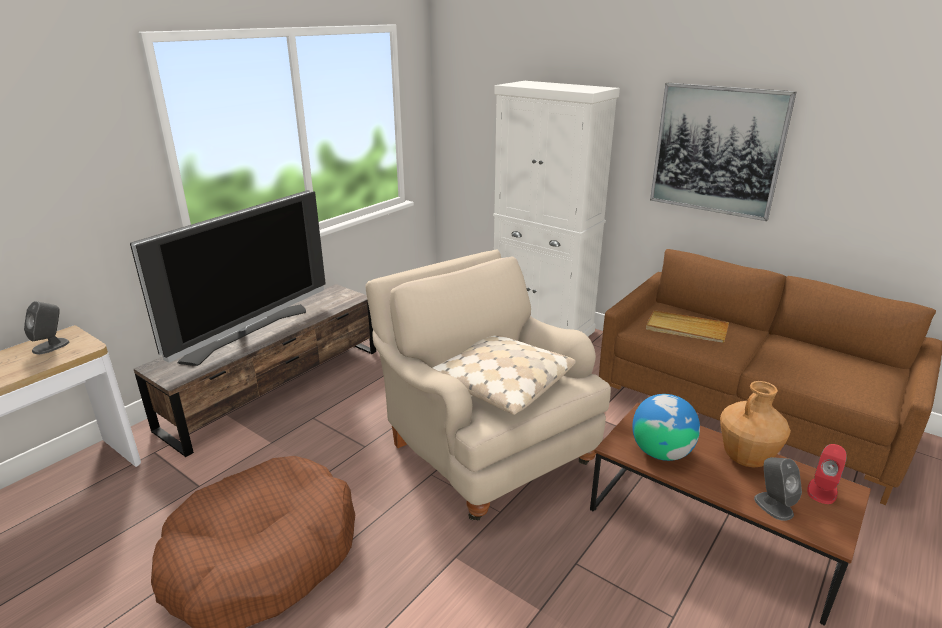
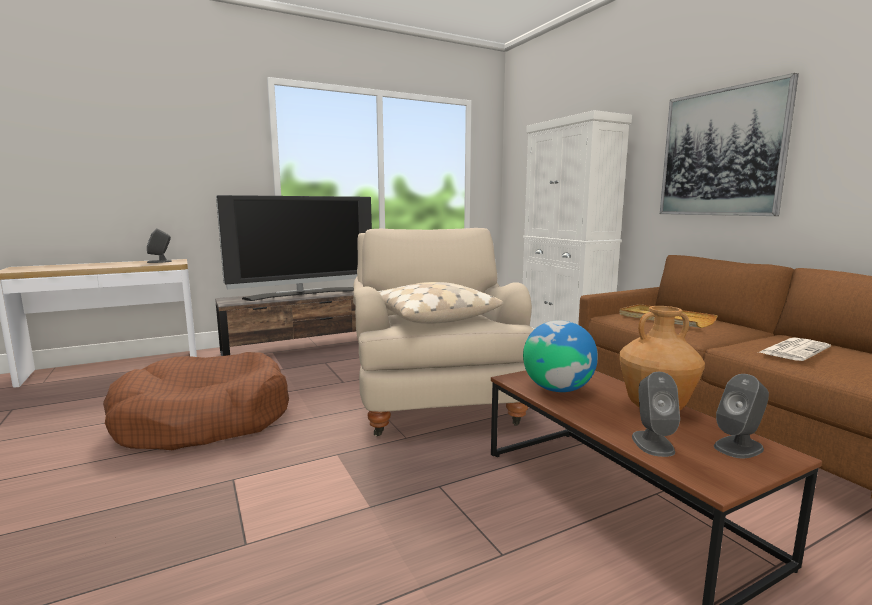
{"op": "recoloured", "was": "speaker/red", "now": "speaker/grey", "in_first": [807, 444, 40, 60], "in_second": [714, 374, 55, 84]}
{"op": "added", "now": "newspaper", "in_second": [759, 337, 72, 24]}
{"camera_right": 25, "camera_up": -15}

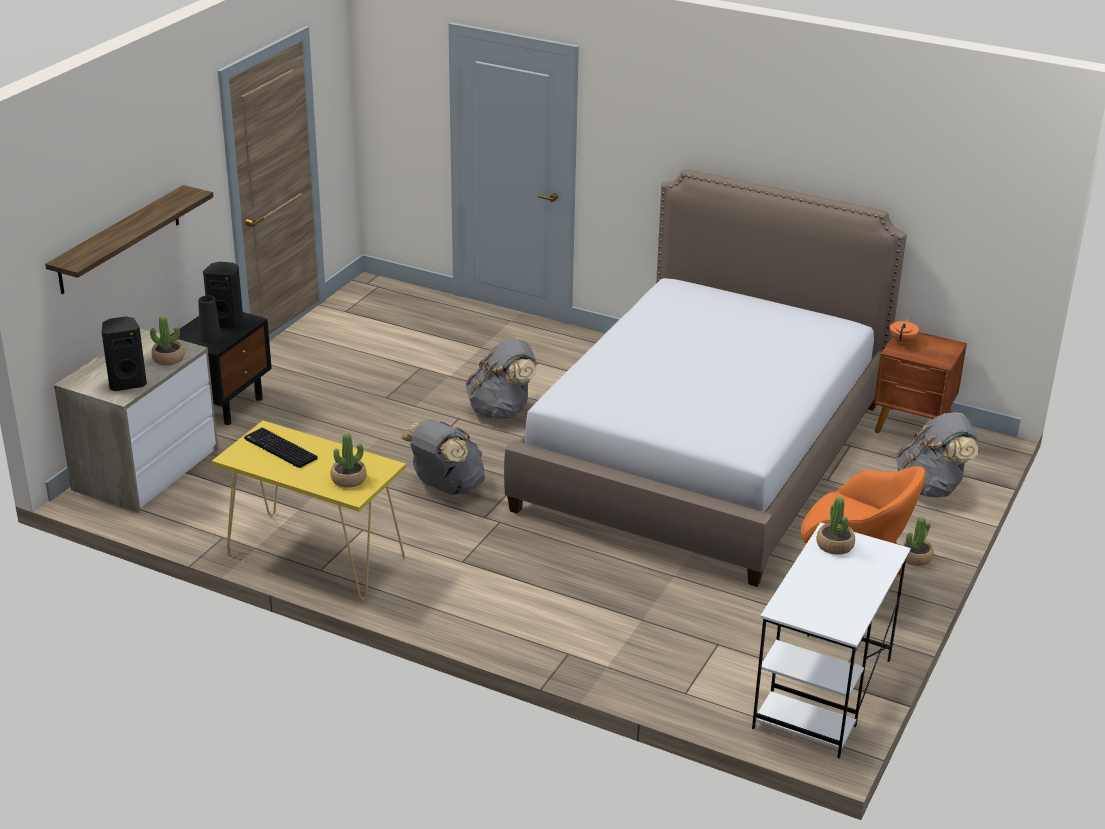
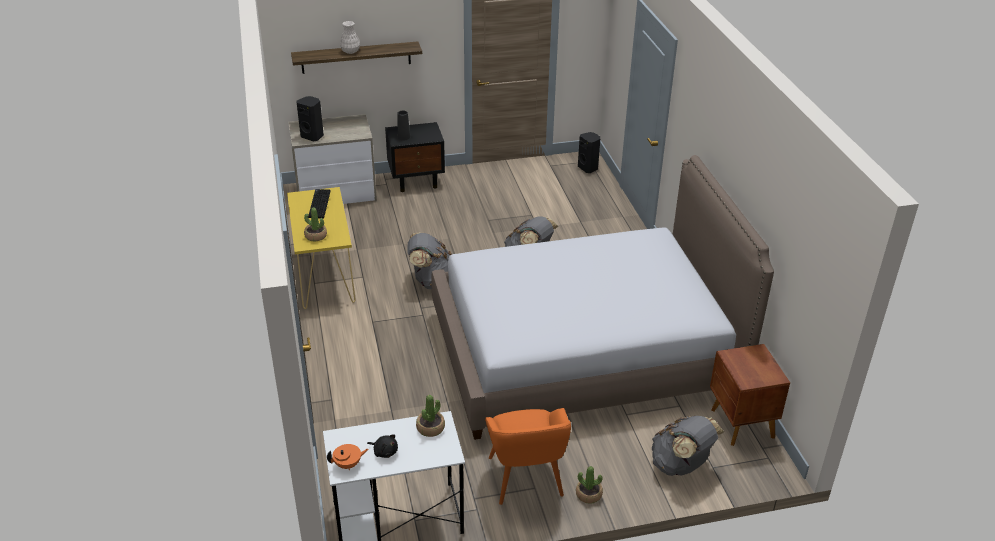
{"op": "moved", "was": "speaker/black", "in_first": [203, 262, 40, 66], "in_second": [578, 132, 22, 41]}
{"op": "removed", "was": "potted plant", "in_first": [150, 316, 35, 49]}
{"op": "moved", "was": "teapot/orange", "in_first": [890, 318, 29, 27], "in_second": [327, 444, 42, 26]}
{"op": "added", "now": "vase/white", "in_second": [340, 21, 20, 33]}
{"op": "added", "now": "plush toy/black", "in_second": [367, 434, 31, 24]}
{"camera_right": 50, "camera_up": 5}

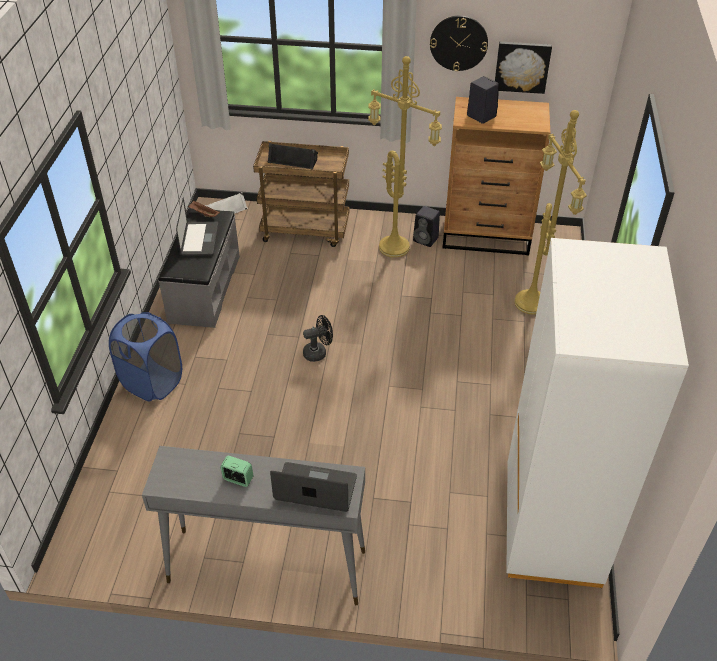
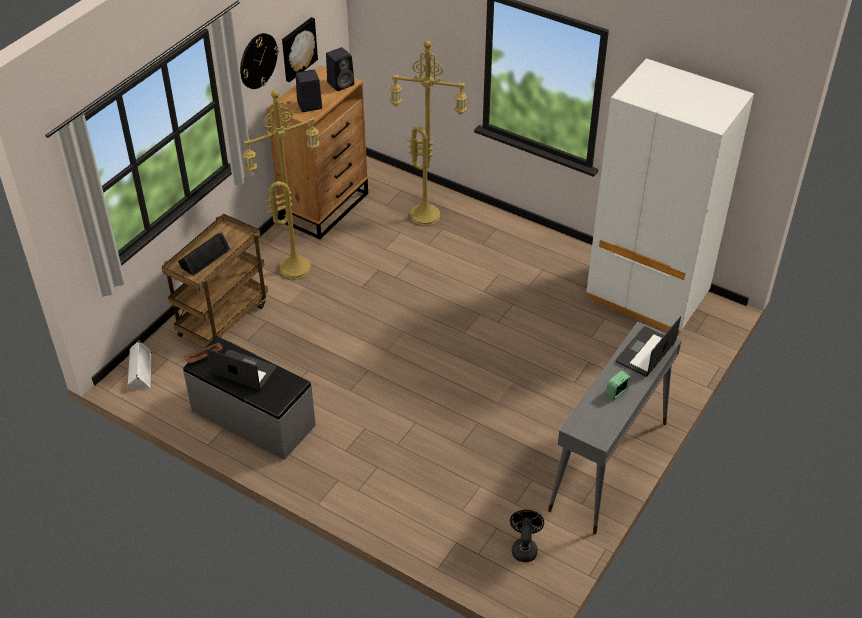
{"op": "moved", "was": "speaker/black", "in_first": [413, 206, 27, 41], "in_second": [326, 47, 28, 44]}
{"op": "removed", "was": "laundry basket/blue", "in_first": [109, 312, 73, 90]}
{"op": "moved", "was": "fan/black", "in_first": [303, 315, 30, 47], "in_second": [510, 510, 34, 52]}
{"camera_right": -65, "camera_up": 0}

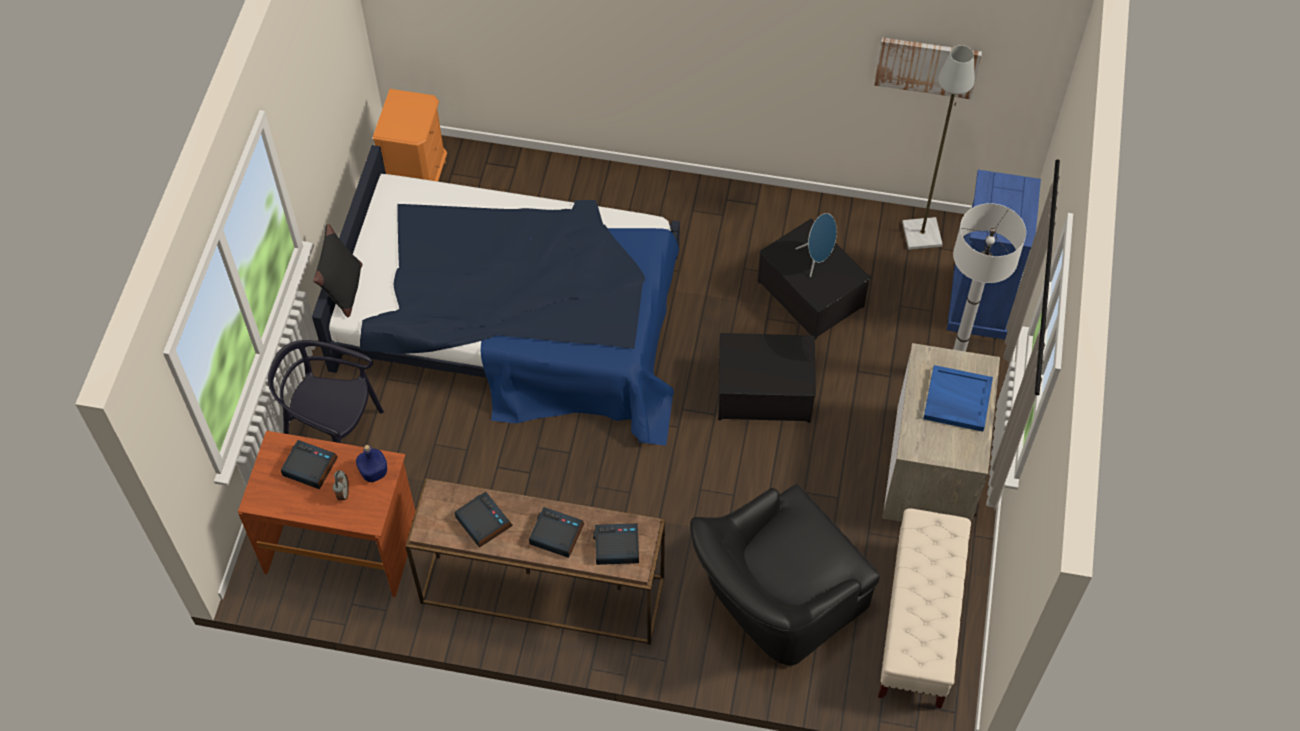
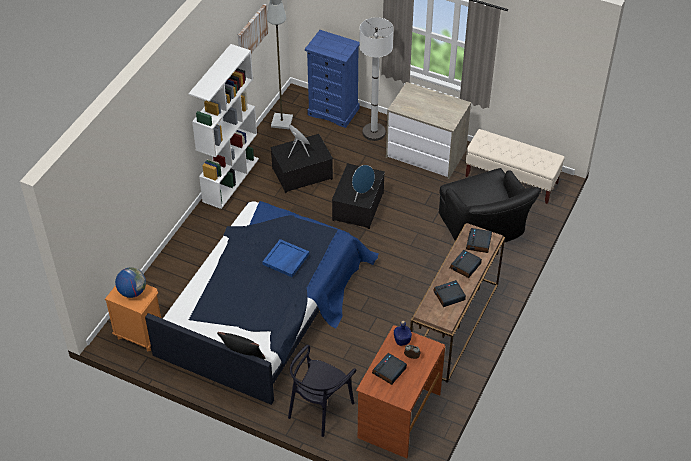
{"op": "moved", "was": "tray/blue", "in_first": [923, 365, 70, 67], "in_second": [262, 239, 47, 38]}
{"op": "added", "now": "bookcase/white", "in_second": [189, 44, 70, 165]}
{"op": "added", "now": "speaker/blue", "in_second": [352, 165, 23, 37]}
{"op": "added", "now": "globe", "in_second": [115, 267, 31, 31]}
{"camera_right": -75, "camera_up": -10}

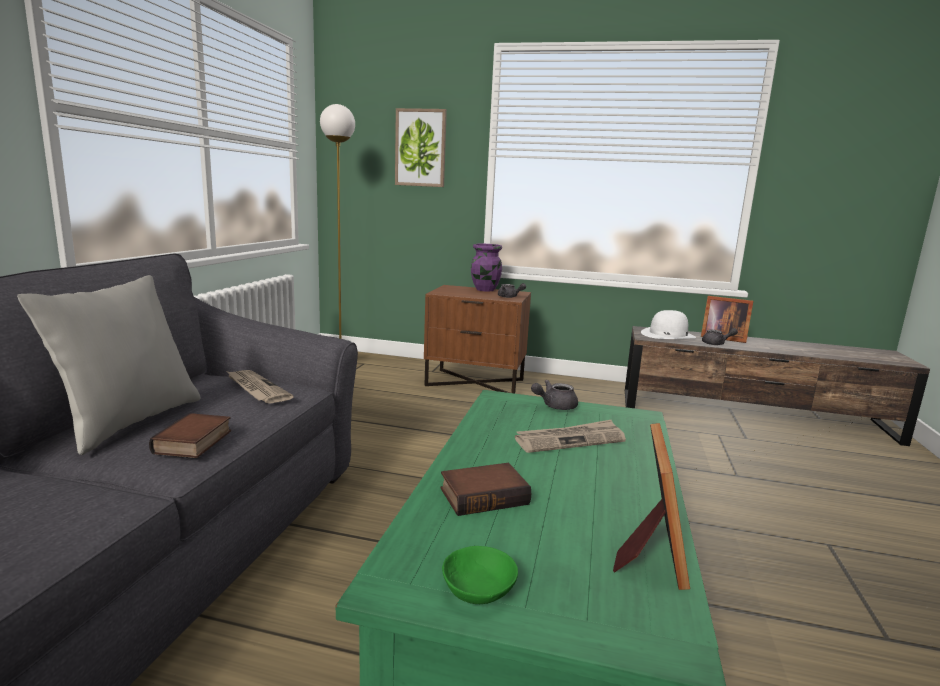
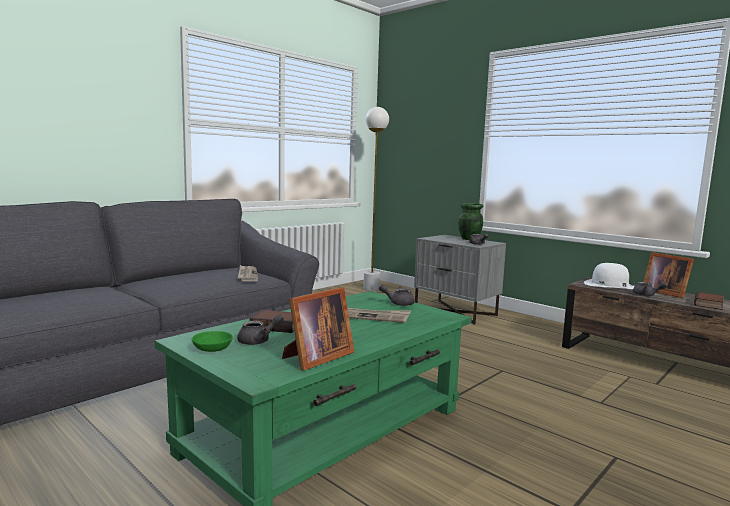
{"op": "removed", "was": "picture", "in_first": [395, 108, 52, 79]}
{"op": "recoloured", "was": "vase/purple", "now": "vase/green", "in_first": [471, 244, 31, 47], "in_second": [458, 203, 26, 37]}
{"op": "removed", "was": "pillow/grey", "in_first": [17, 275, 183, 180]}
{"op": "recoloured", "was": "nightstand/brown", "now": "nightstand/grey", "in_first": [424, 285, 107, 108], "in_second": [414, 235, 92, 90]}
{"op": "moved", "was": "book", "in_first": [149, 413, 82, 45], "in_second": [694, 292, 30, 18]}
{"op": "added", "now": "teapot/grey", "in_second": [237, 314, 47, 31]}
{"camera_right": 30, "camera_up": -5}

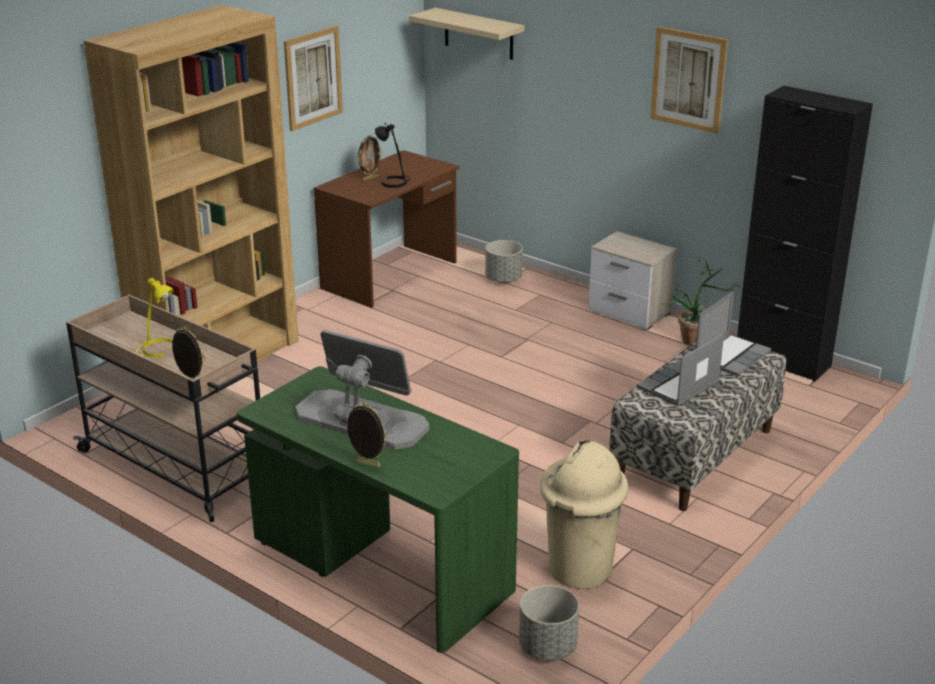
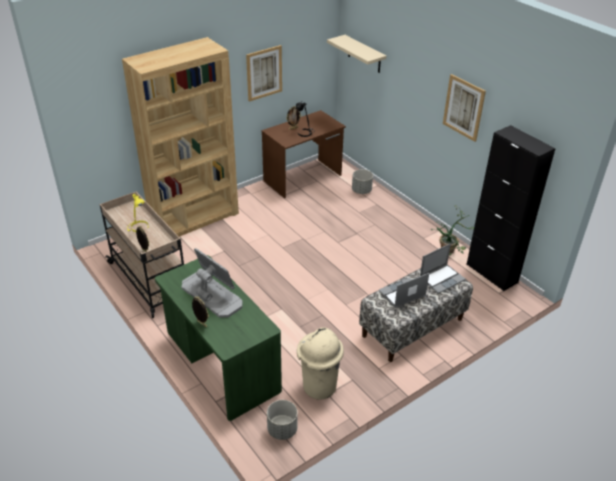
{"op": "removed", "was": "nightstand", "in_first": [588, 231, 89, 99]}
{"camera_right": 15, "camera_up": 10}

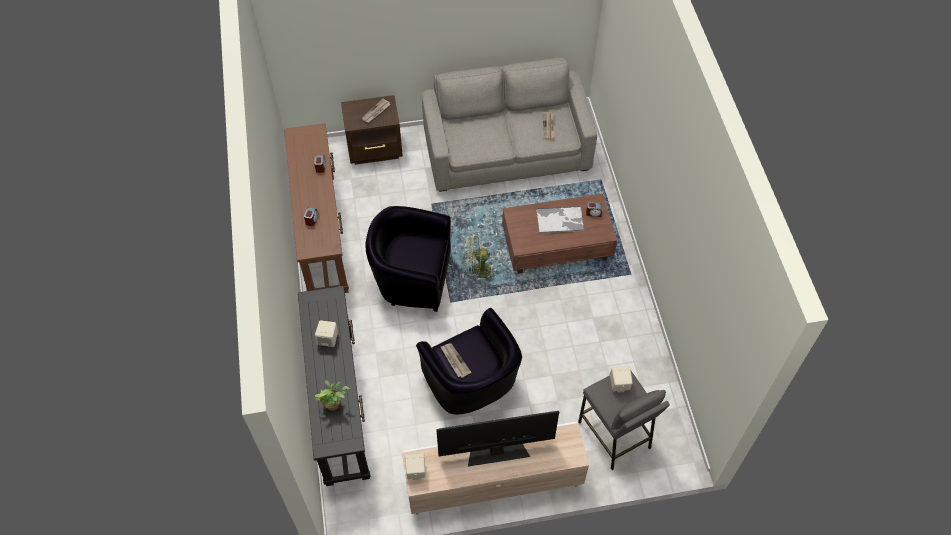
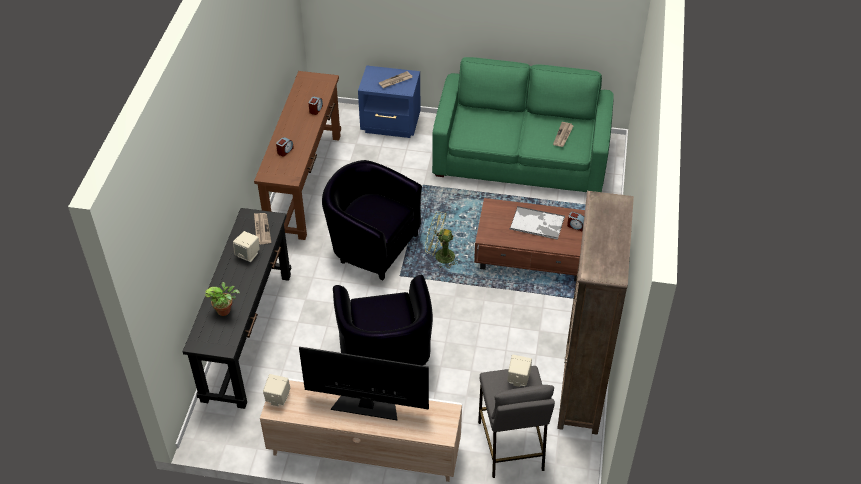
{"op": "recoloured", "was": "sofa/grey", "now": "sofa/green", "in_first": [422, 58, 175, 134], "in_second": [432, 57, 182, 135]}
{"op": "recoloured", "was": "nightstand/brown", "now": "nightstand/blue", "in_first": [341, 95, 62, 70], "in_second": [358, 65, 62, 73]}
{"op": "moved", "was": "newspaper", "in_first": [441, 343, 30, 35], "in_second": [254, 213, 17, 31]}
{"op": "added", "now": "bookcase/brown", "in_second": [557, 191, 77, 244]}
{"camera_right": 20, "camera_up": -10}

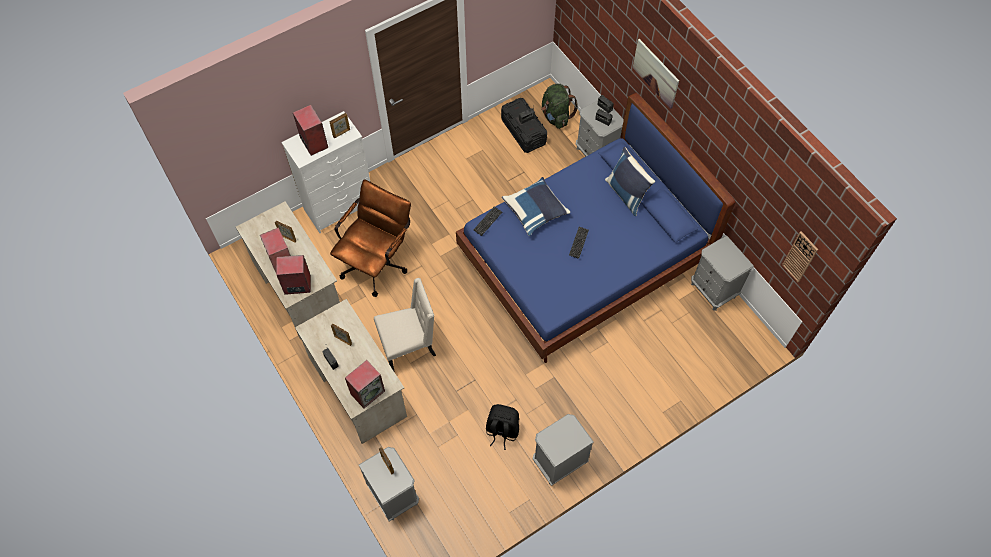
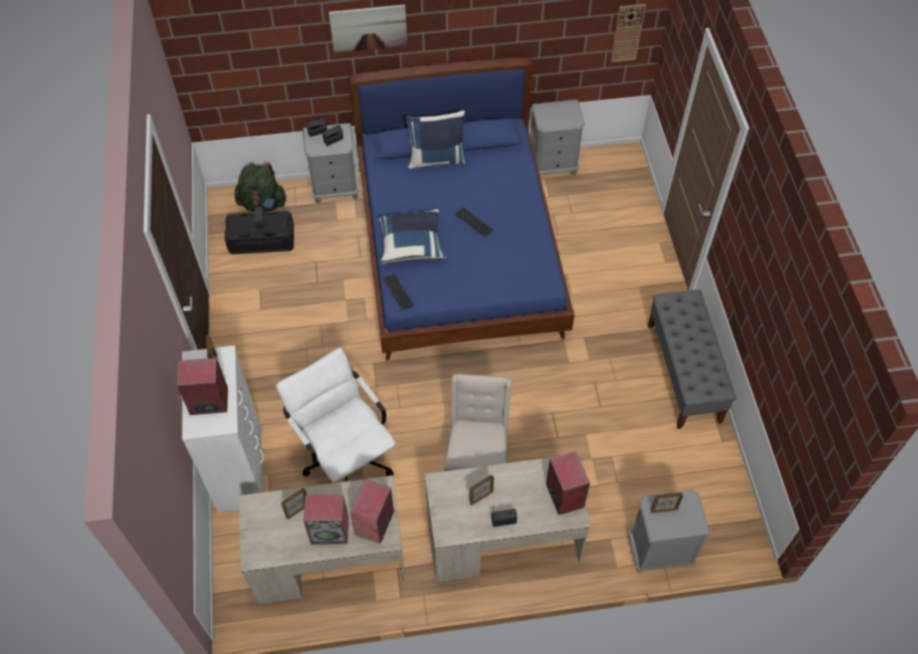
{"op": "recoloured", "was": "office chair/brown", "now": "office chair/white", "in_first": [330, 180, 81, 117], "in_second": [276, 348, 120, 134]}
{"op": "removed", "was": "backpack/black", "in_first": [486, 404, 33, 46]}
{"op": "replaced", "was": "nightstand/grey", "now": "bench/grey", "in_first": [533, 414, 61, 72], "in_second": [648, 290, 88, 139]}
{"camera_right": -65, "camera_up": -5}

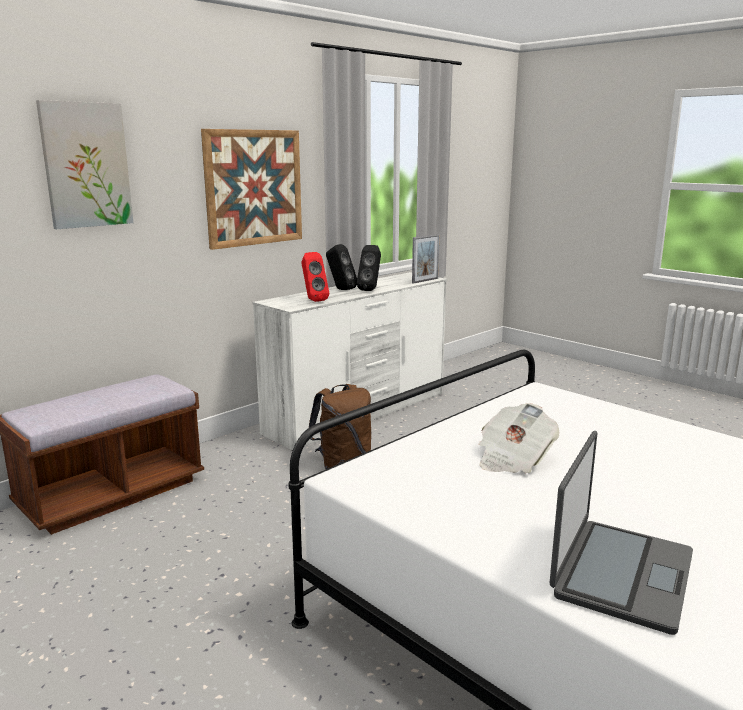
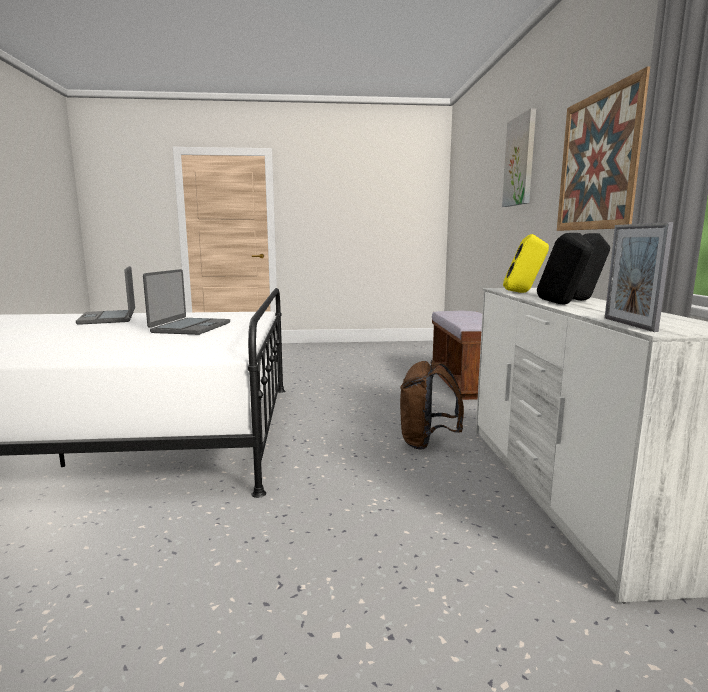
{"op": "recoloured", "was": "speaker/red", "now": "speaker/yellow", "in_first": [301, 252, 28, 50], "in_second": [503, 234, 46, 59]}
{"op": "replaced", "was": "newspaper", "now": "laptop", "in_first": [479, 403, 81, 70], "in_second": [143, 269, 87, 66]}
{"camera_right": 130, "camera_up": -5}

